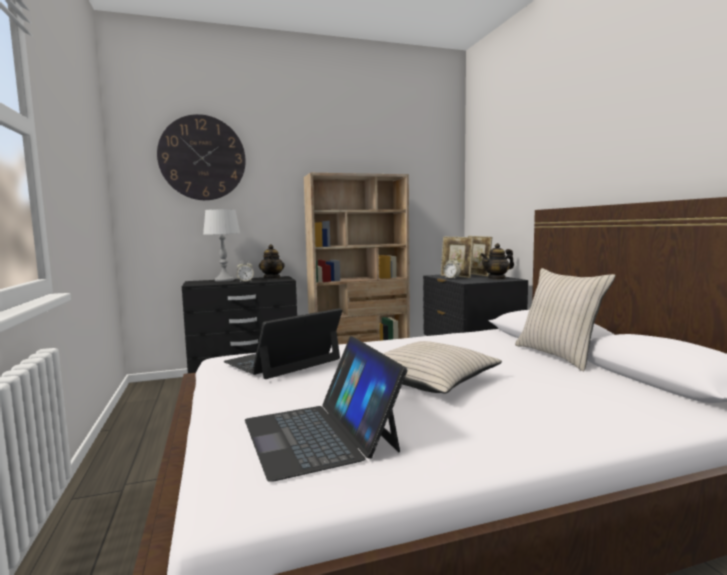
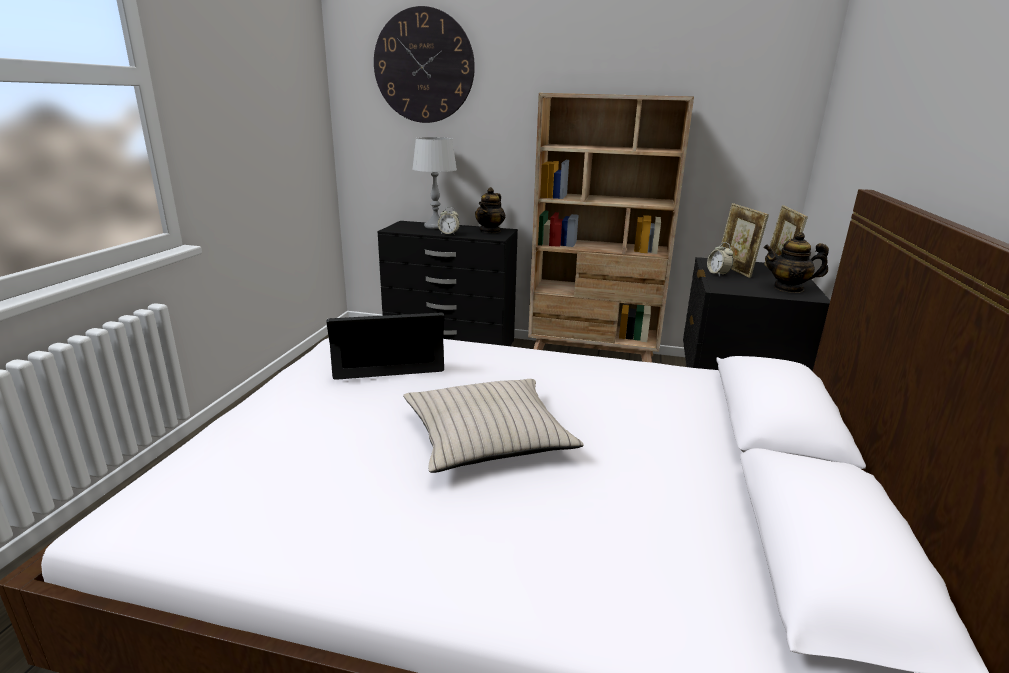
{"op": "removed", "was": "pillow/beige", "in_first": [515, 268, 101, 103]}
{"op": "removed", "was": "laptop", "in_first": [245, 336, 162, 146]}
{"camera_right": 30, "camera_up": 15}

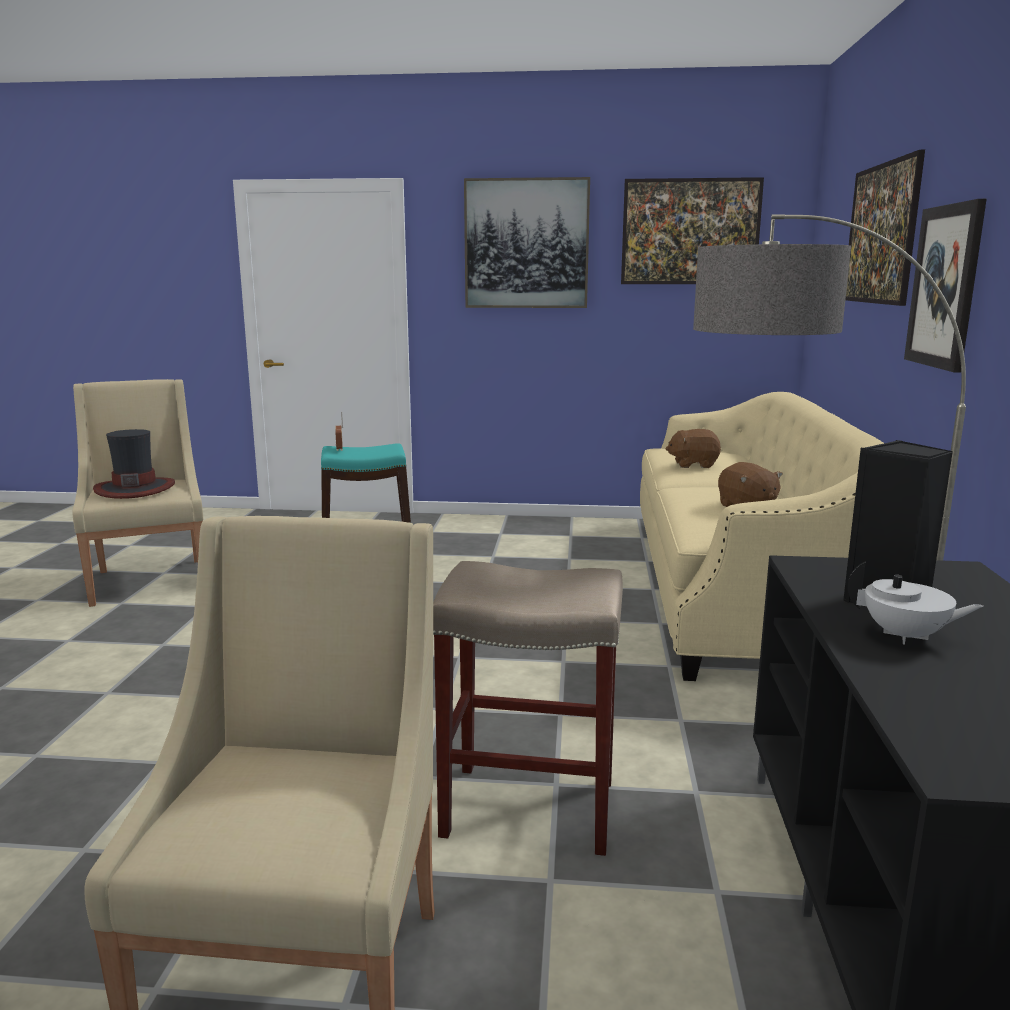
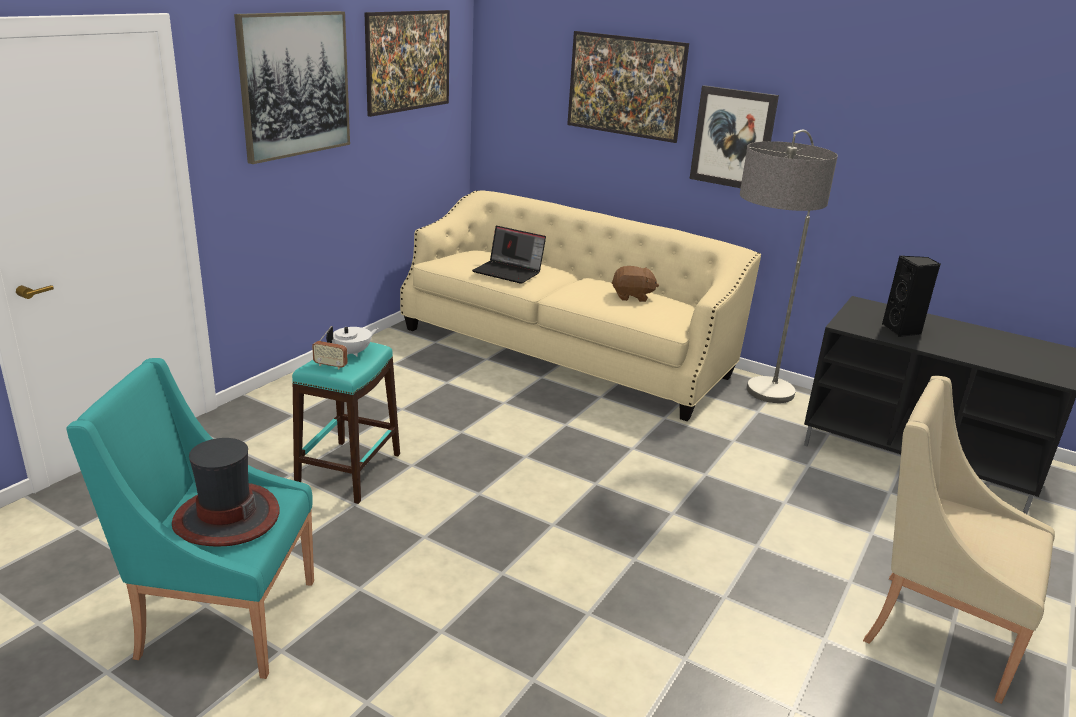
{"op": "recoloured", "was": "armchair/beige", "now": "armchair/turquoise", "in_first": [72, 379, 131, 228], "in_second": [66, 358, 248, 321]}
{"op": "replaced", "was": "plush toy/brown", "now": "laptop", "in_first": [665, 429, 56, 39], "in_second": [472, 226, 74, 58]}
{"op": "removed", "was": "stool/beige", "in_first": [433, 561, 190, 295]}
{"op": "moved", "was": "teapot/white", "in_first": [848, 561, 135, 83], "in_second": [326, 326, 53, 31]}
{"camera_right": -65, "camera_up": 10}

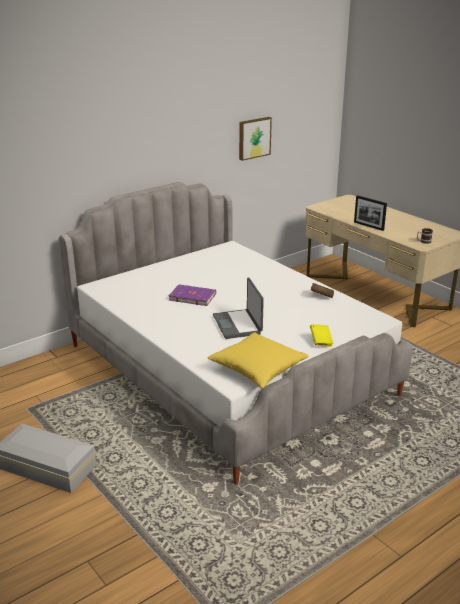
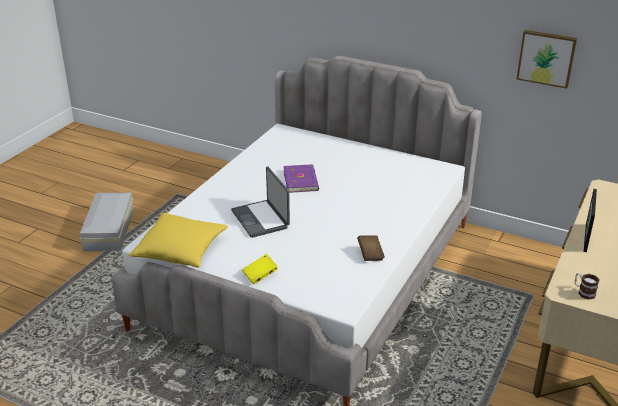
{"op": "turned", "was": "laptop", "in_first": [213, 277, 51, 62], "in_second": [231, 166, 59, 72], "clockwise": -75}
{"camera_right": 65, "camera_up": 5}

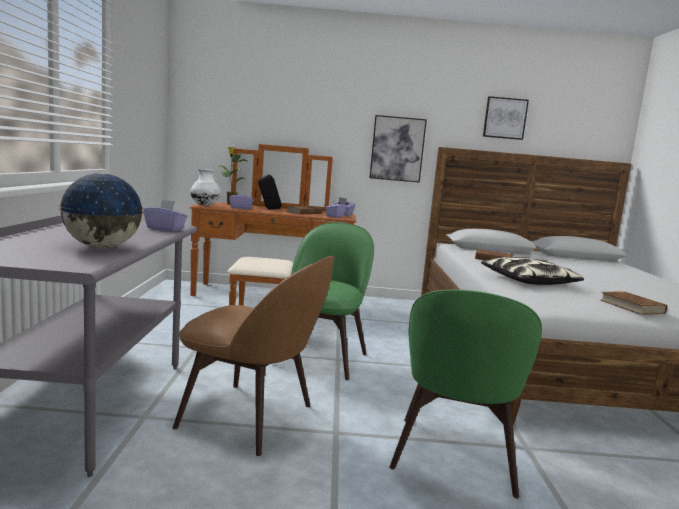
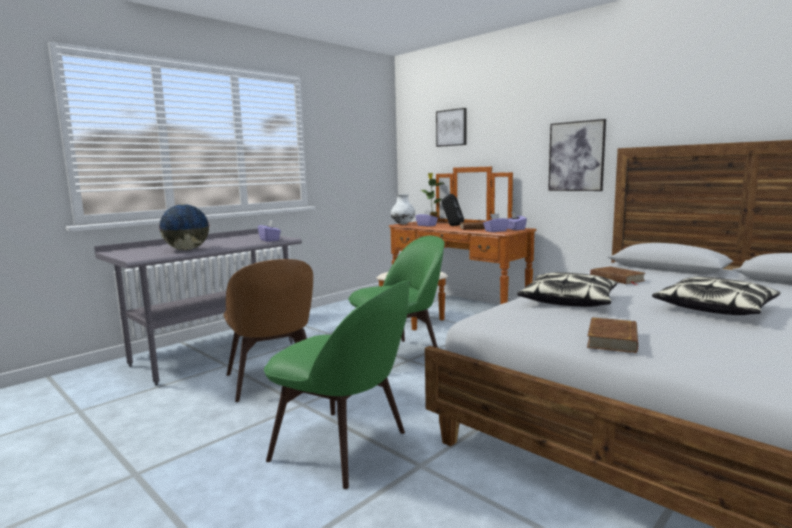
{"op": "moved", "was": "picture", "in_first": [483, 96, 46, 44], "in_second": [436, 108, 31, 39]}
{"op": "turned", "was": "chair/green", "in_first": [389, 290, 153, 208], "in_second": [264, 281, 146, 208], "clockwise": -120}
{"op": "added", "now": "pillow", "in_second": [652, 277, 129, 38]}
{"camera_right": 45, "camera_up": 0}

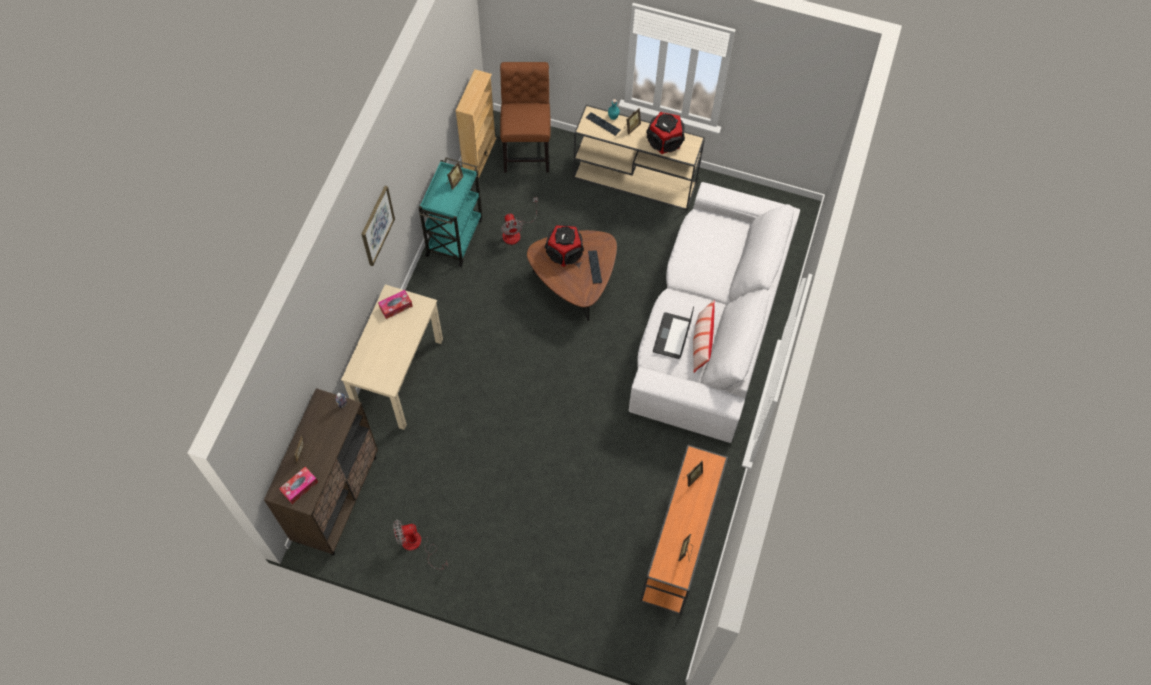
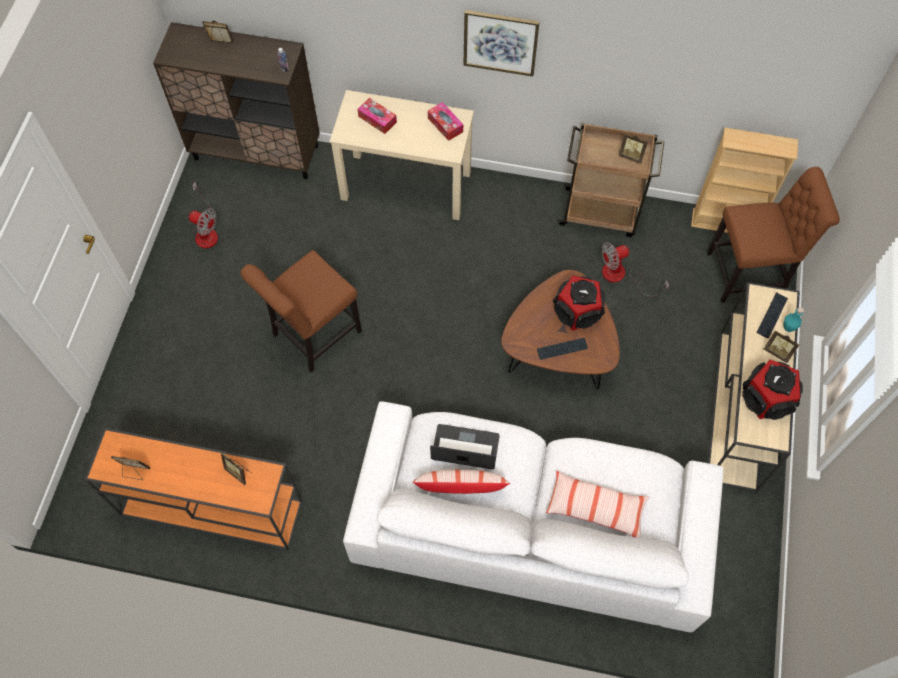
{"op": "recoloured", "was": "cart/turquoise", "now": "cart/brown", "in_first": [419, 157, 63, 109], "in_second": [557, 123, 107, 114]}
{"op": "moved", "was": "tissue box", "in_first": [279, 467, 39, 37], "in_second": [358, 98, 39, 36]}
{"op": "turned", "was": "fan", "in_first": [393, 520, 55, 49], "in_second": [189, 182, 29, 66], "clockwise": 135}
{"op": "added", "now": "chair/brown", "in_second": [240, 250, 122, 122]}
{"op": "added", "now": "pillow", "in_second": [546, 471, 103, 67]}
{"camera_right": 85, "camera_up": 0}

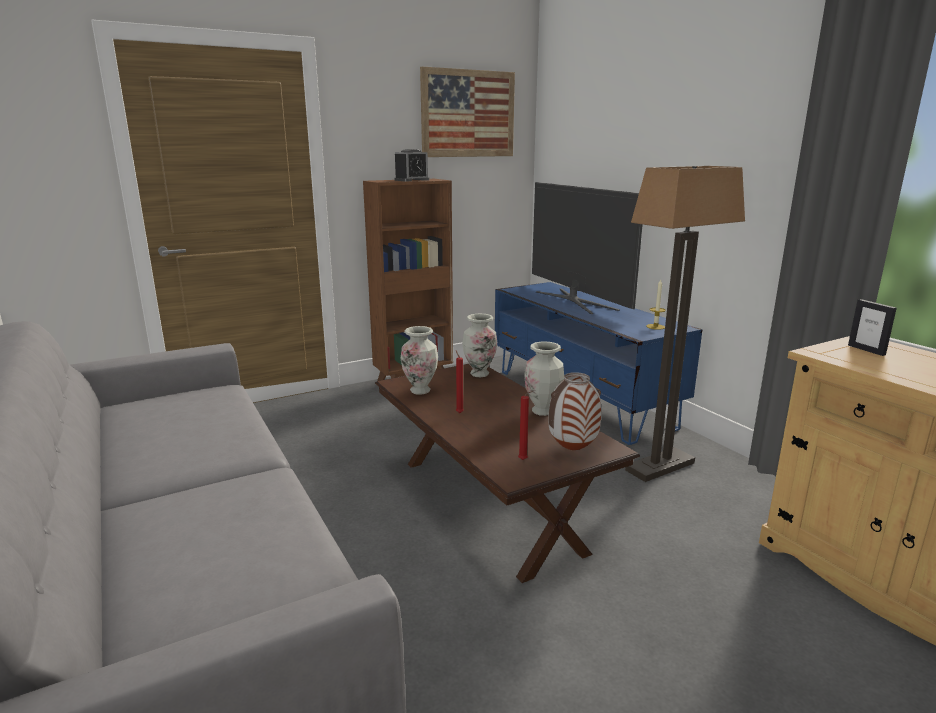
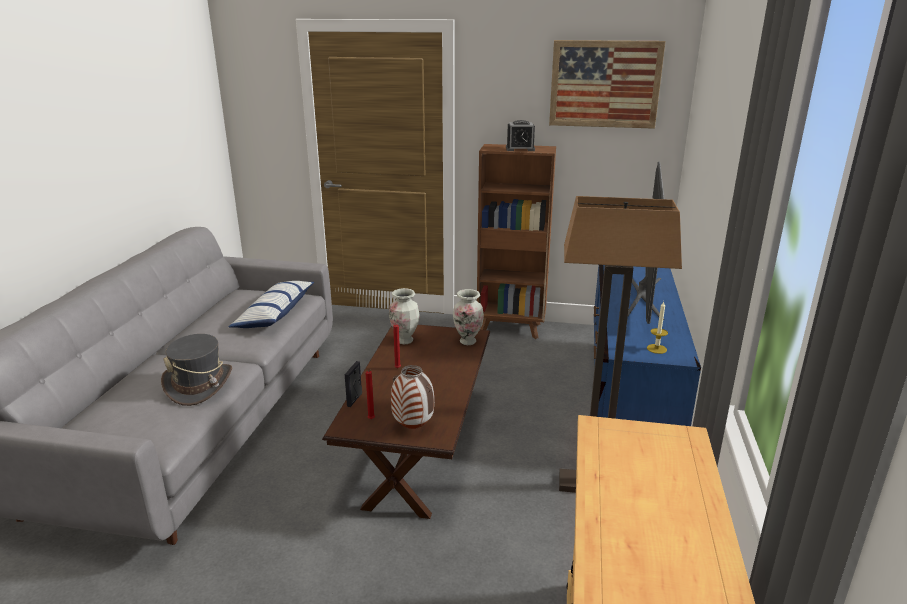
{"op": "moved", "was": "picture frame", "in_first": [848, 299, 49, 57], "in_second": [345, 361, 17, 46]}
{"op": "removed", "was": "vase", "in_first": [524, 341, 41, 75]}
{"op": "added", "now": "pillow", "in_second": [228, 281, 86, 47]}
{"op": "added", "now": "hat/grey", "in_second": [161, 334, 71, 72]}
{"camera_right": 40, "camera_up": 5}

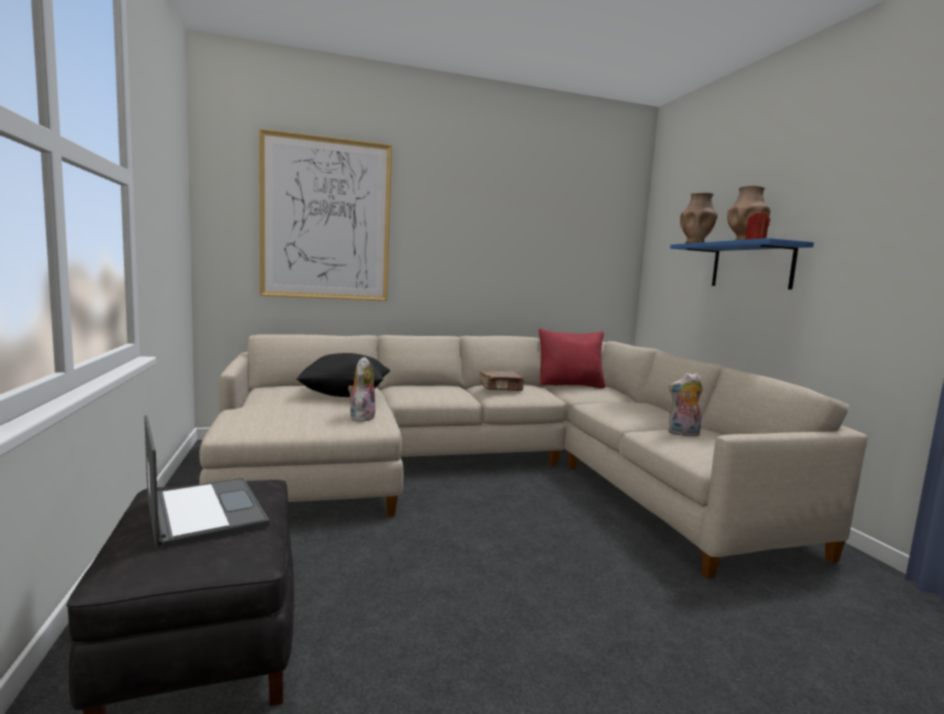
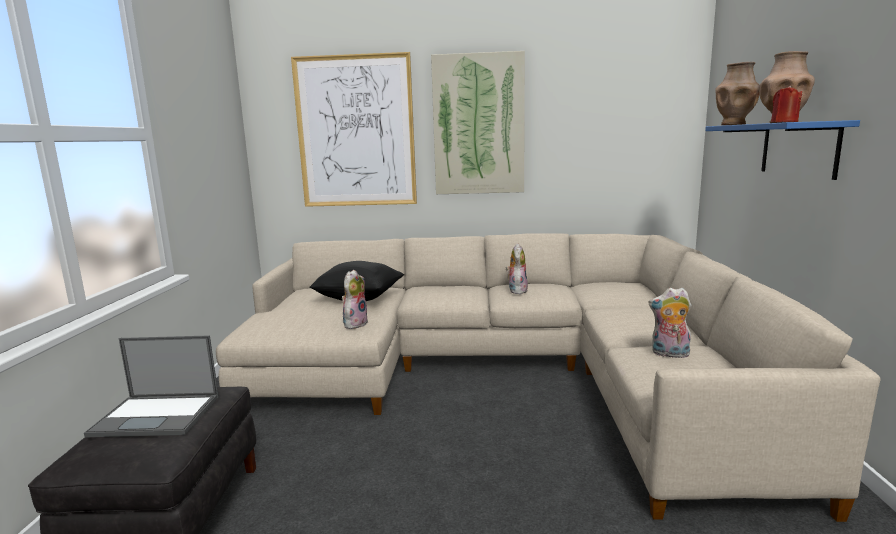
{"op": "removed", "was": "pillow/red", "in_first": [539, 328, 66, 61]}
{"op": "replaced", "was": "book/brown", "now": "plush toy", "in_first": [480, 371, 44, 20], "in_second": [506, 243, 22, 51]}
{"op": "turned", "was": "laptop", "in_first": [144, 415, 125, 134], "in_second": [84, 335, 135, 102], "clockwise": 105}
{"op": "added", "now": "picture", "in_second": [431, 51, 94, 143]}
{"camera_right": 20, "camera_up": 5}

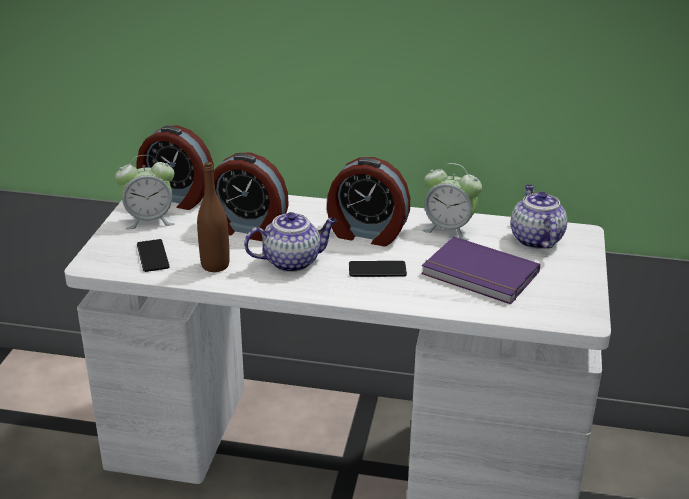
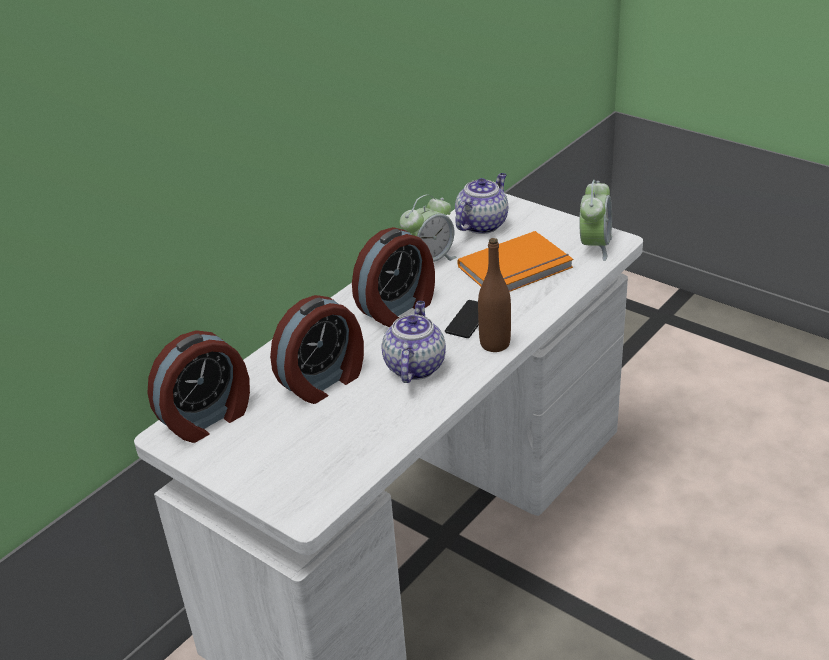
{"op": "moved", "was": "alarm clock", "in_first": [115, 155, 60, 74], "in_second": [579, 180, 33, 81]}
{"op": "moved", "was": "bottle/brown", "in_first": [197, 162, 33, 110], "in_second": [478, 238, 33, 114]}
{"op": "turned", "was": "teapot", "in_first": [510, 185, 58, 64], "in_second": [455, 173, 53, 61], "clockwise": 105}
{"op": "recoloured", "was": "book/purple", "now": "book/orange", "in_first": [421, 236, 119, 68], "in_second": [457, 231, 116, 61]}
{"op": "removed", "was": "phone", "in_first": [137, 239, 33, 33]}
{"camera_right": -60, "camera_up": 5}

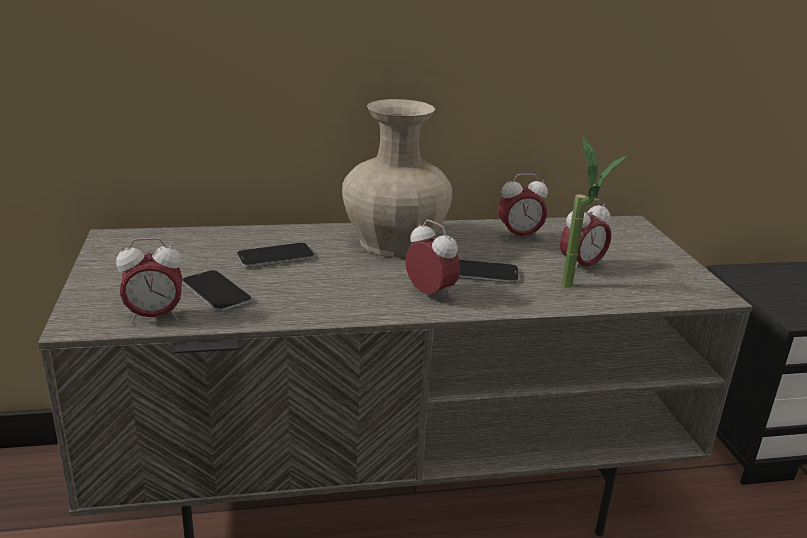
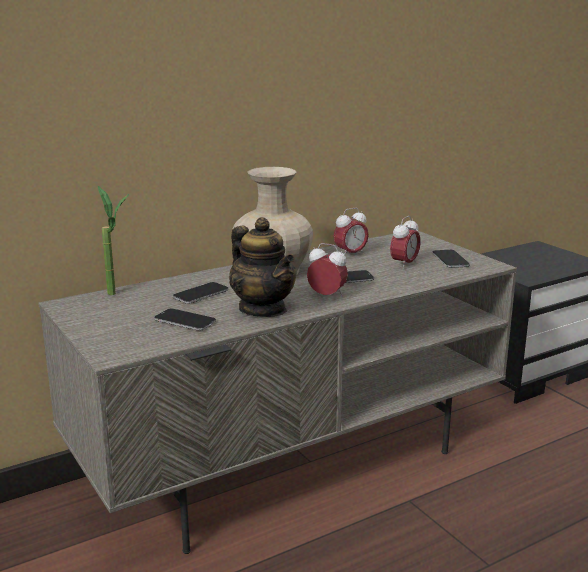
{"op": "moved", "was": "potted plant", "in_first": [562, 137, 66, 151], "in_second": [98, 186, 31, 109]}
{"op": "removed", "was": "alarm clock", "in_first": [116, 238, 66, 86]}
{"op": "added", "now": "teapot", "in_second": [229, 217, 67, 100]}
{"op": "added", "now": "phone", "in_second": [433, 250, 37, 18]}
{"camera_right": -20, "camera_up": -5}

